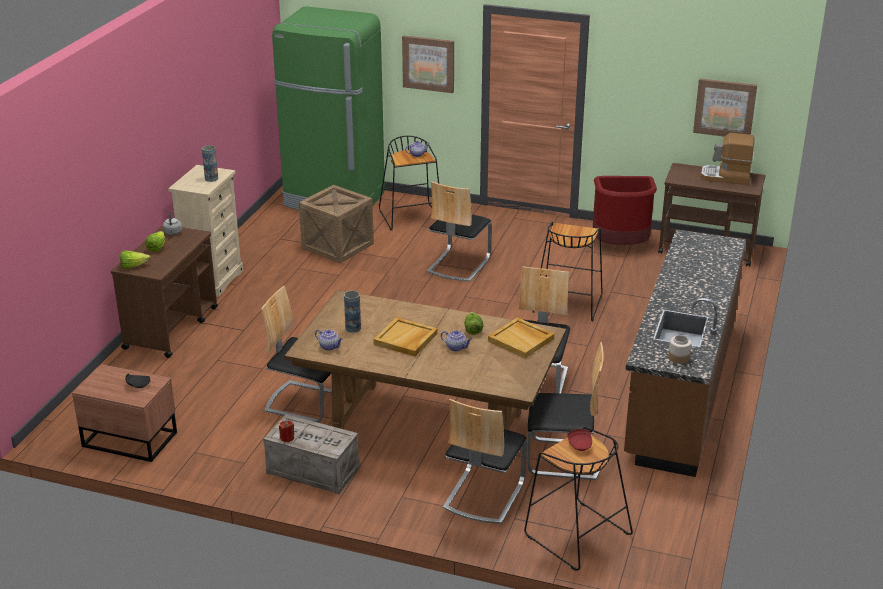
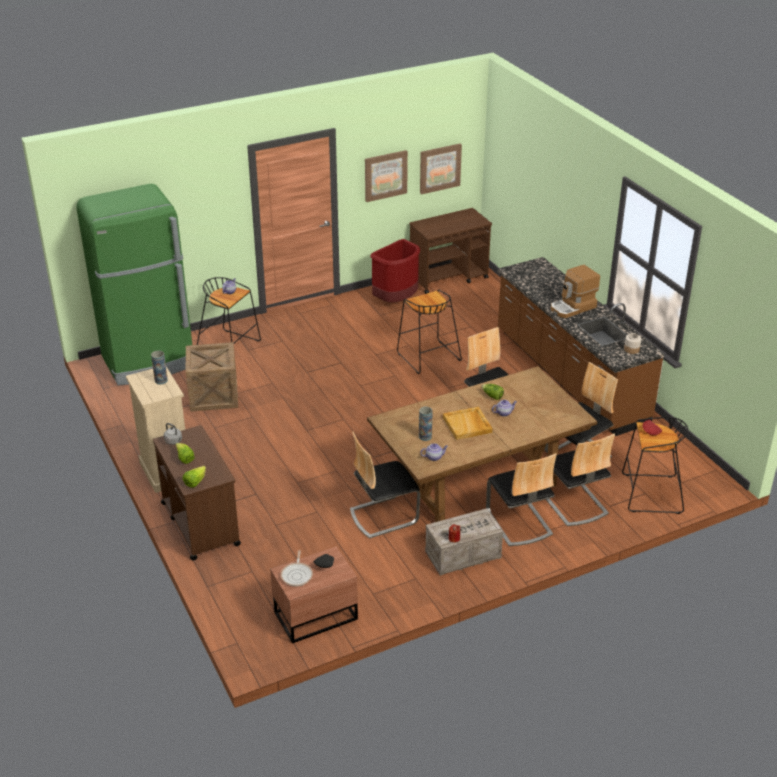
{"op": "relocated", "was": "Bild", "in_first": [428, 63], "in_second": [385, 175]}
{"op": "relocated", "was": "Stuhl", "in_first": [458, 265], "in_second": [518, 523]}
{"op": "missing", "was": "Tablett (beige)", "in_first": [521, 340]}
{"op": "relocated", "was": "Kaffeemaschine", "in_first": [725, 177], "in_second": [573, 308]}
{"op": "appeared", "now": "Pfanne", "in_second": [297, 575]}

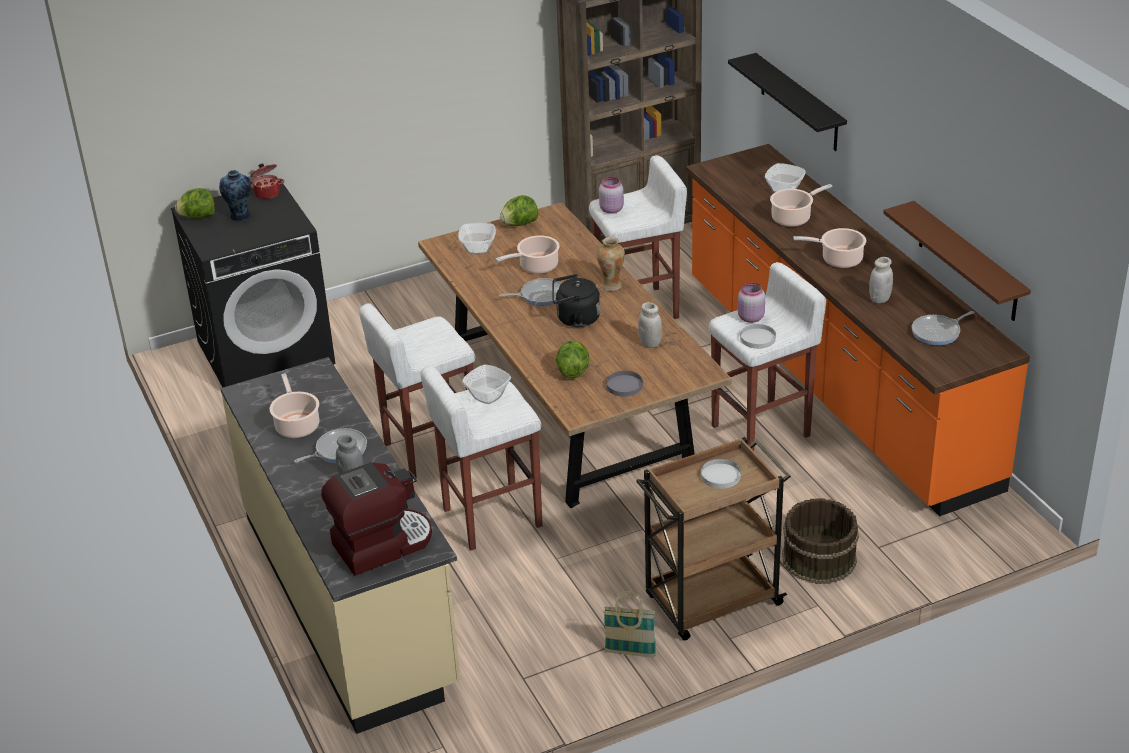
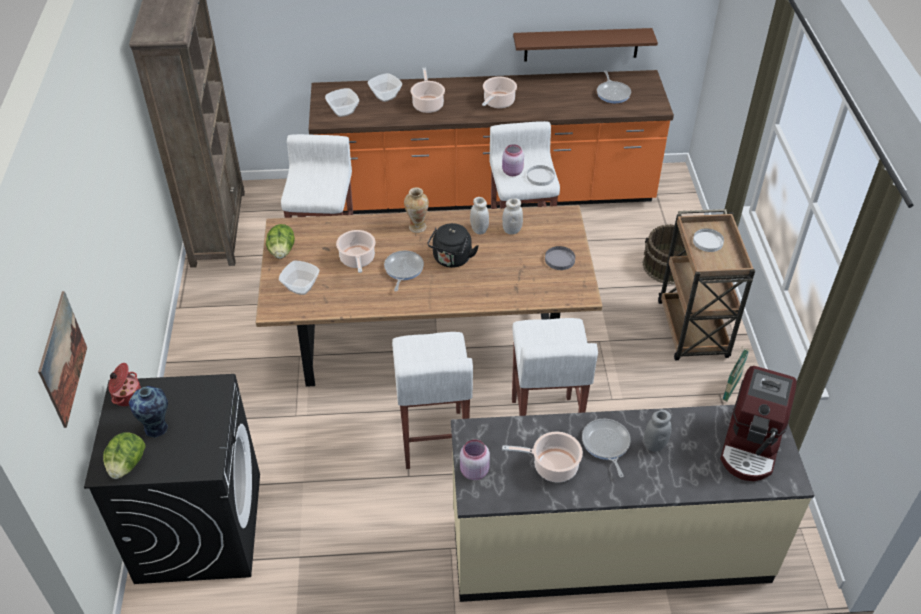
{"op": "spun", "was": "Kaffeemaschine", "in_first": [382, 544], "in_second": [752, 445], "clockwise": -150}
{"op": "relocated", "was": "Schüssel", "in_first": [488, 396], "in_second": [343, 111]}
{"op": "missing", "was": "Salatkopf", "in_first": [572, 371]}
{"op": "relocated", "was": "Vorratsglas (rosa)", "in_first": [611, 209], "in_second": [473, 471]}
{"op": "missing", "was": "Wandregal (schwarz)", "in_first": [799, 103]}
{"op": "relocated", "was": "Vorratsglas (weiß)", "in_first": [879, 299], "in_second": [479, 230]}
{"op": "appeared", "now": "Bild", "in_second": [63, 359]}

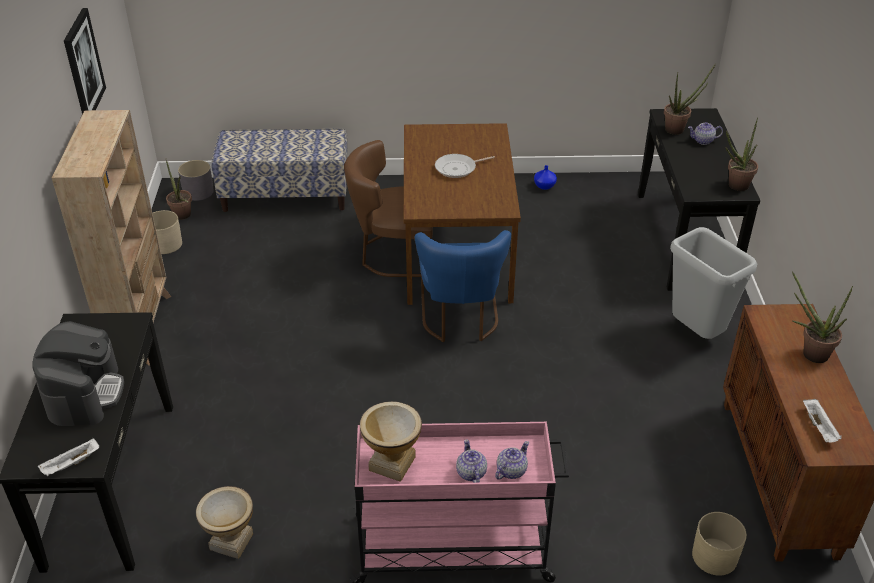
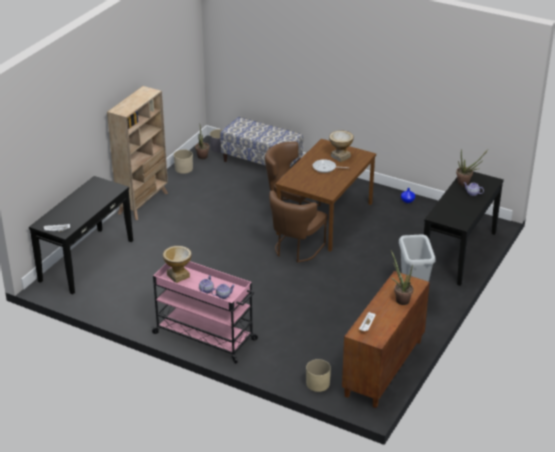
{"op": "missing", "was": "Kaffeemaschine", "in_first": [84, 393]}
{"op": "missing", "was": "Bild", "in_first": [83, 65]}
{"op": "relocated", "was": "Vase", "in_first": [231, 542], "in_second": [340, 157]}
{"op": "colour", "was": "Stuhl (blau)", "now": "Stuhl (braun)", "in_first": [460, 320], "in_second": [296, 250]}
{"op": "missing", "was": "Topfpflanze", "in_first": [735, 187]}

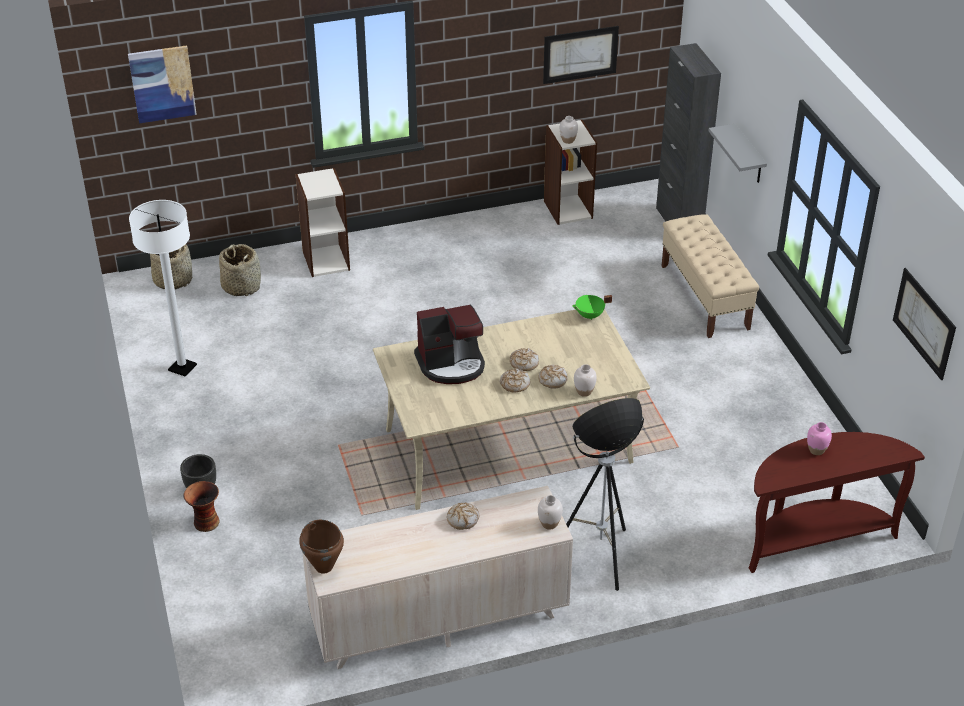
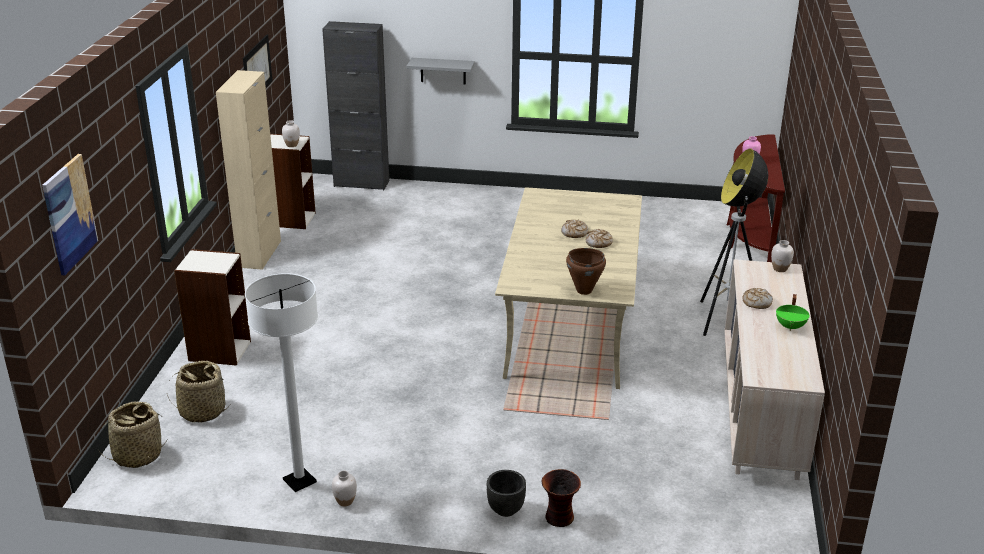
{"op": "relocated", "was": "Kochtopf (braun)", "in_first": [324, 566], "in_second": [583, 290]}
{"op": "missing", "was": "Kaffeemaschine", "in_first": [451, 364]}
{"op": "missing", "was": "Brot", "in_first": [552, 380]}
{"op": "relocated", "was": "Kochtopf (grün)", "in_first": [590, 316], "in_second": [791, 326]}
{"op": "relocated", "was": "Vase (weiß)", "in_first": [584, 392], "in_second": [345, 501]}
{"op": "missing", "was": "Bank (beige)", "in_first": [705, 297]}
{"op": "missing", "was": "Bild", "in_first": [924, 323]}
{"op": "appeared", "now": "Schrank (beige)", "in_second": [259, 254]}

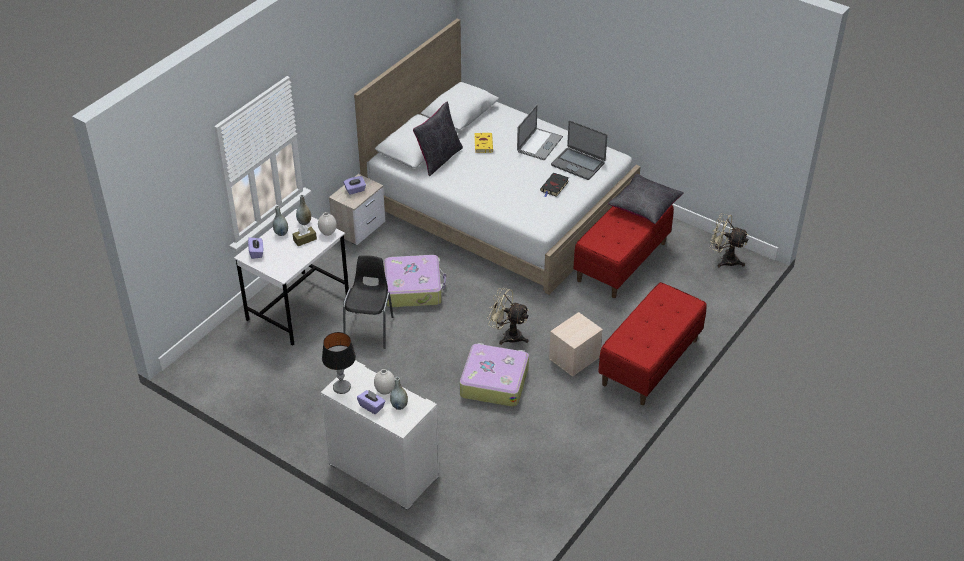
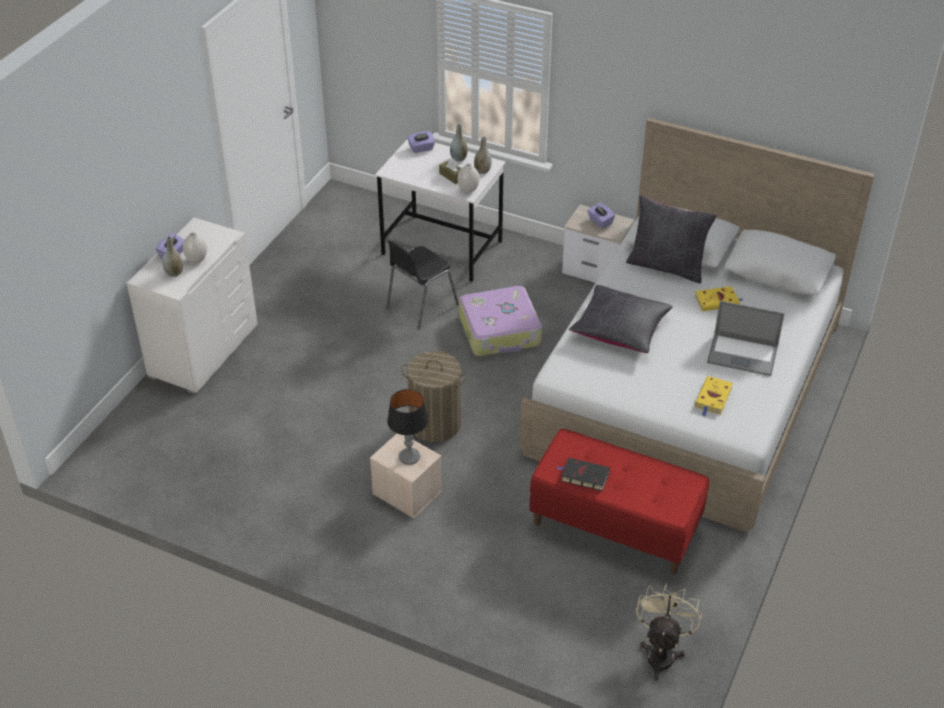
{"op": "relocated", "was": "Tischlampe", "in_first": [341, 387], "in_second": [409, 457]}
{"op": "spun", "was": "Stuhl (schwarz)", "in_first": [370, 329], "in_second": [420, 307], "clockwise": 135}
{"op": "missing", "was": "Koffer", "in_first": [494, 381]}
{"op": "exchanged", "was": "Ventilator (beige)", "now": "Wäschekorb", "in_first": [507, 335], "in_second": [435, 424]}
{"op": "relocated", "was": "Buch (schwarz)", "in_first": [554, 187], "in_second": [583, 476]}
{"op": "exchanged", "was": "Laptop", "now": "Buch (gelb)", "in_first": [578, 164], "in_second": [713, 398]}
{"op": "missing", "was": "Bank (rot)", "in_first": [650, 362]}
{"op": "relocated", "was": "Kissen (schwarz)", "in_first": [645, 206], "in_second": [620, 329]}

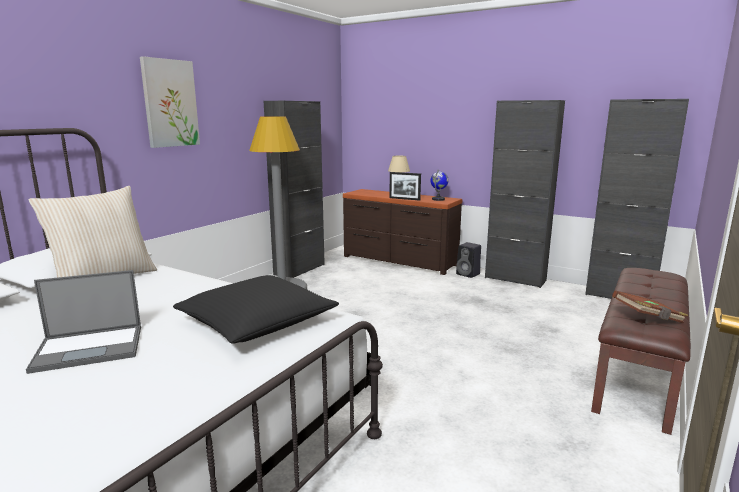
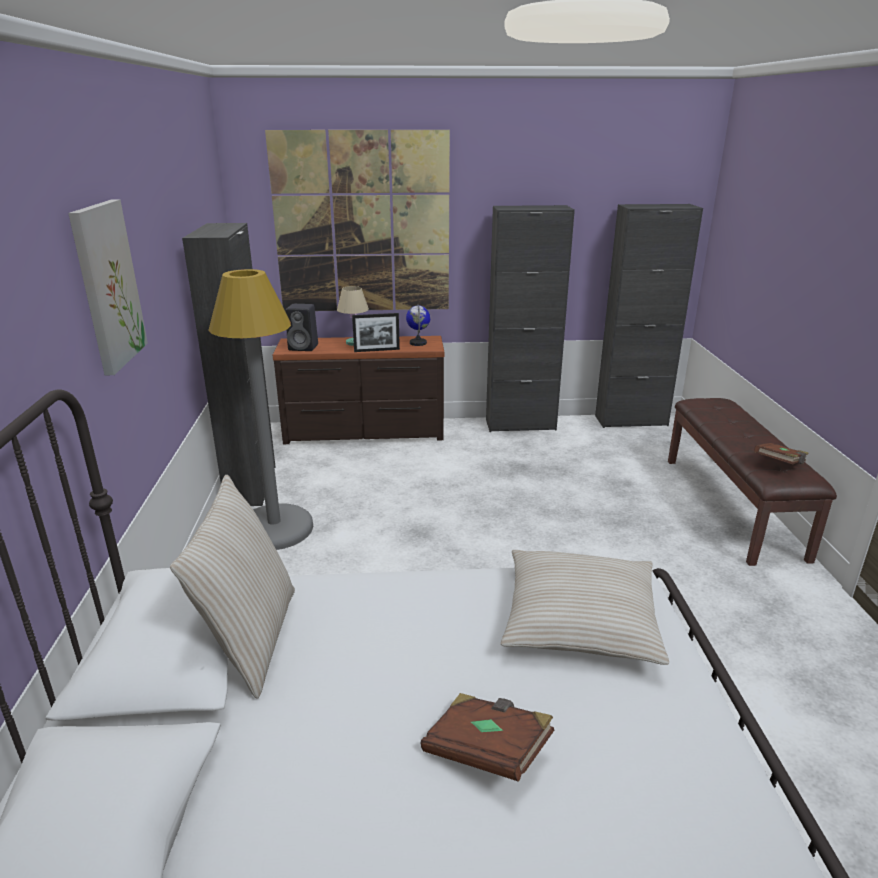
{"op": "exchanged", "was": "Laptop", "now": "Buch (braun)", "in_first": [91, 348], "in_second": [487, 751]}
{"op": "colour", "was": "Kissen (schwarz)", "now": "Kissen (beige)", "in_first": [256, 322], "in_second": [580, 620]}
{"op": "relocated", "was": "Lautsprecher (schwarz)", "in_first": [468, 274], "in_second": [304, 347]}
{"op": "appeared", "now": "Bild", "in_second": [362, 224]}

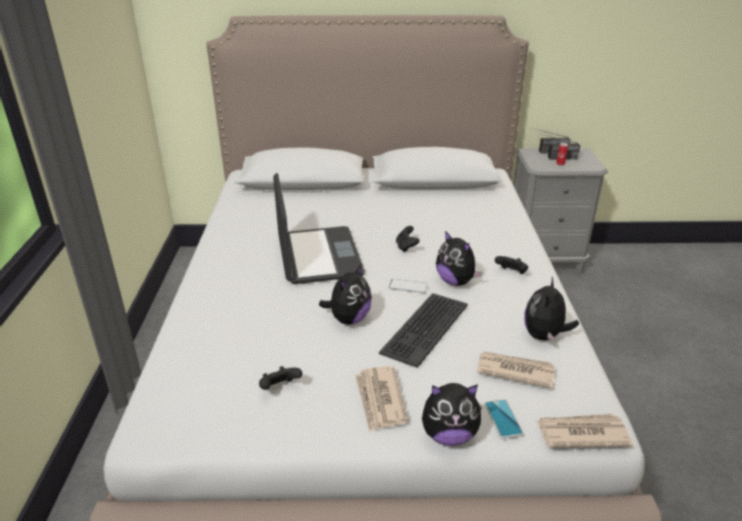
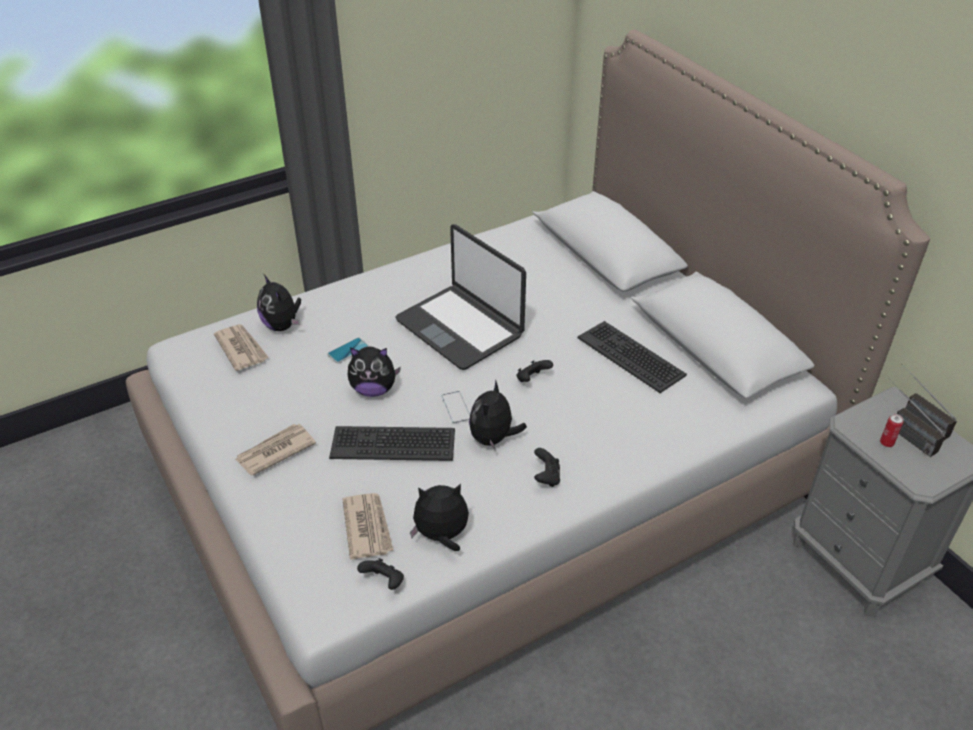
{"op": "relocated", "was": "Gamepad (schwarz)", "in_first": [280, 388], "in_second": [384, 582]}
{"op": "spun", "was": "Laptop", "in_first": [318, 256], "in_second": [460, 327], "clockwise": 90}
{"op": "relocated", "was": "Plüschtier", "in_first": [449, 435], "in_second": [282, 325]}
{"op": "relocated", "was": "Handy", "in_first": [503, 419], "in_second": [348, 351]}
{"op": "relocated", "was": "Zeitung", "in_first": [581, 433], "in_second": [241, 348]}
{"op": "appeared", "now": "Tastatur", "in_second": [631, 356]}

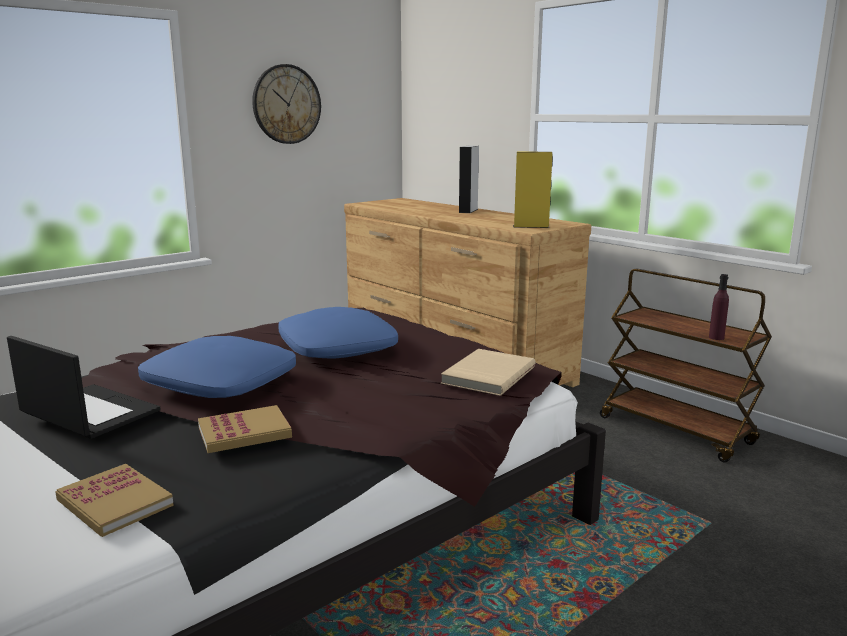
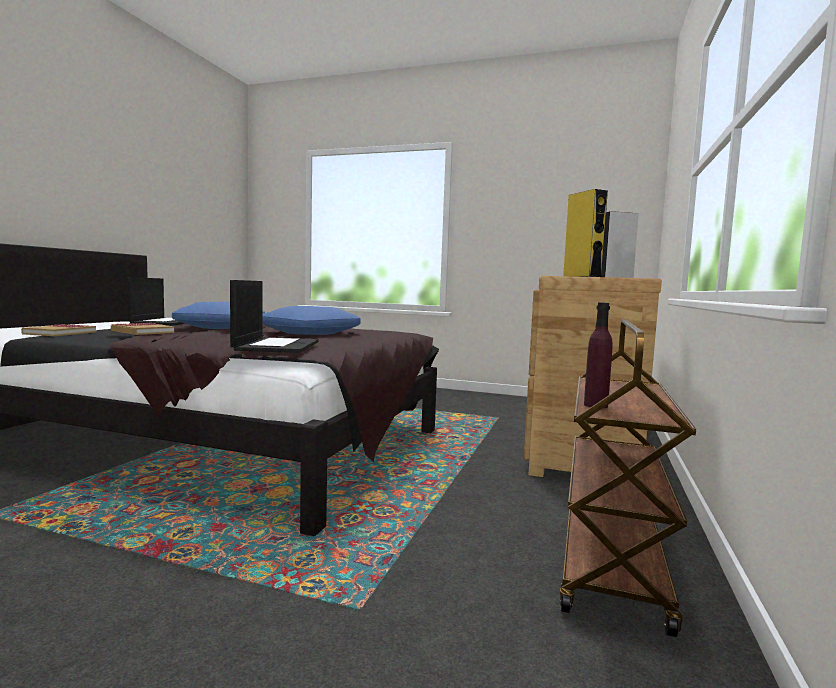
{"op": "missing", "was": "Wanduhr", "in_first": [286, 104]}
{"op": "exchanged", "was": "Buch (beige)", "now": "Laptop", "in_first": [487, 375], "in_second": [277, 346]}

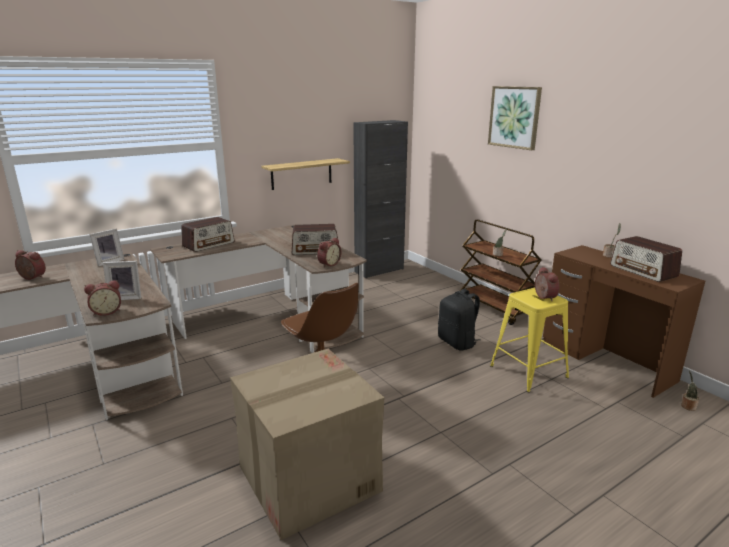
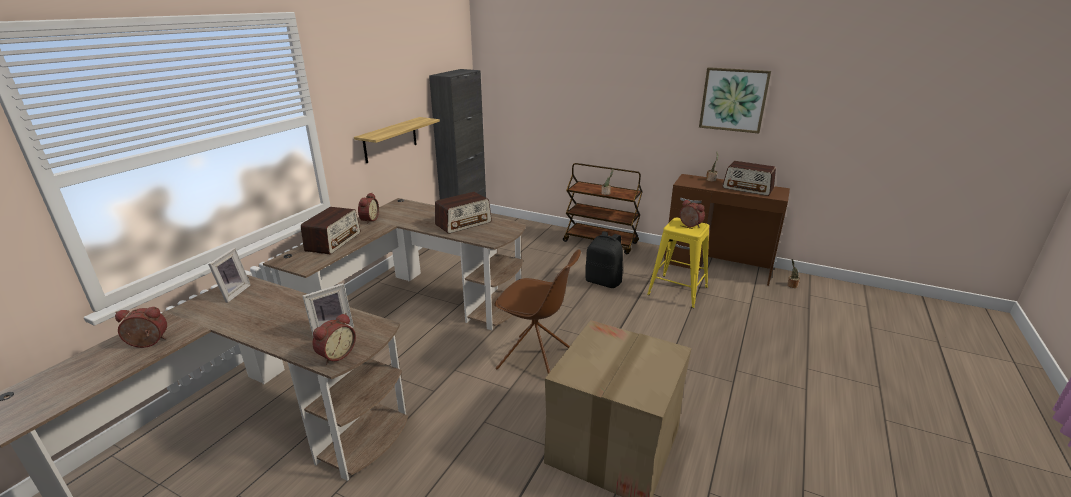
{"op": "relocated", "was": "Wecker", "in_first": [328, 264], "in_second": [368, 220]}
{"op": "relocated", "was": "Bild", "in_first": [514, 117], "in_second": [733, 100]}

